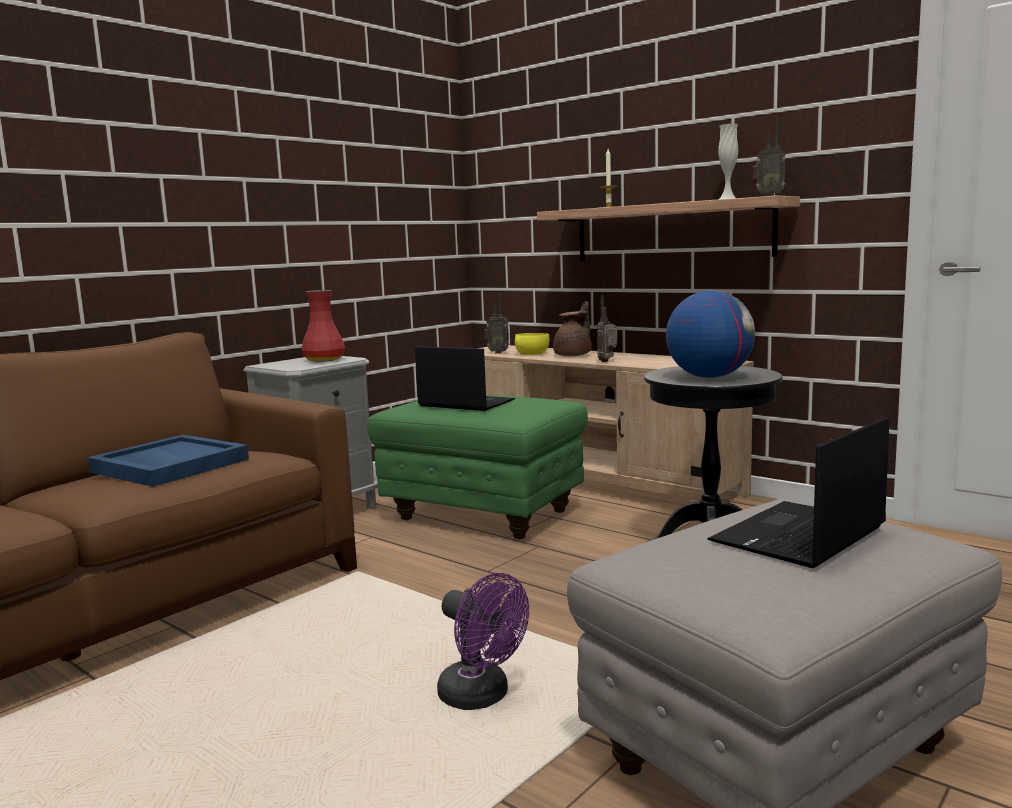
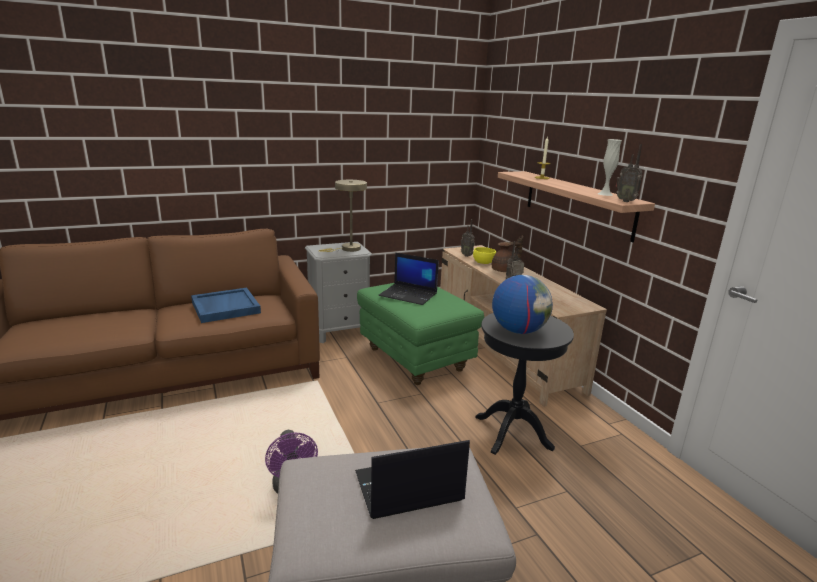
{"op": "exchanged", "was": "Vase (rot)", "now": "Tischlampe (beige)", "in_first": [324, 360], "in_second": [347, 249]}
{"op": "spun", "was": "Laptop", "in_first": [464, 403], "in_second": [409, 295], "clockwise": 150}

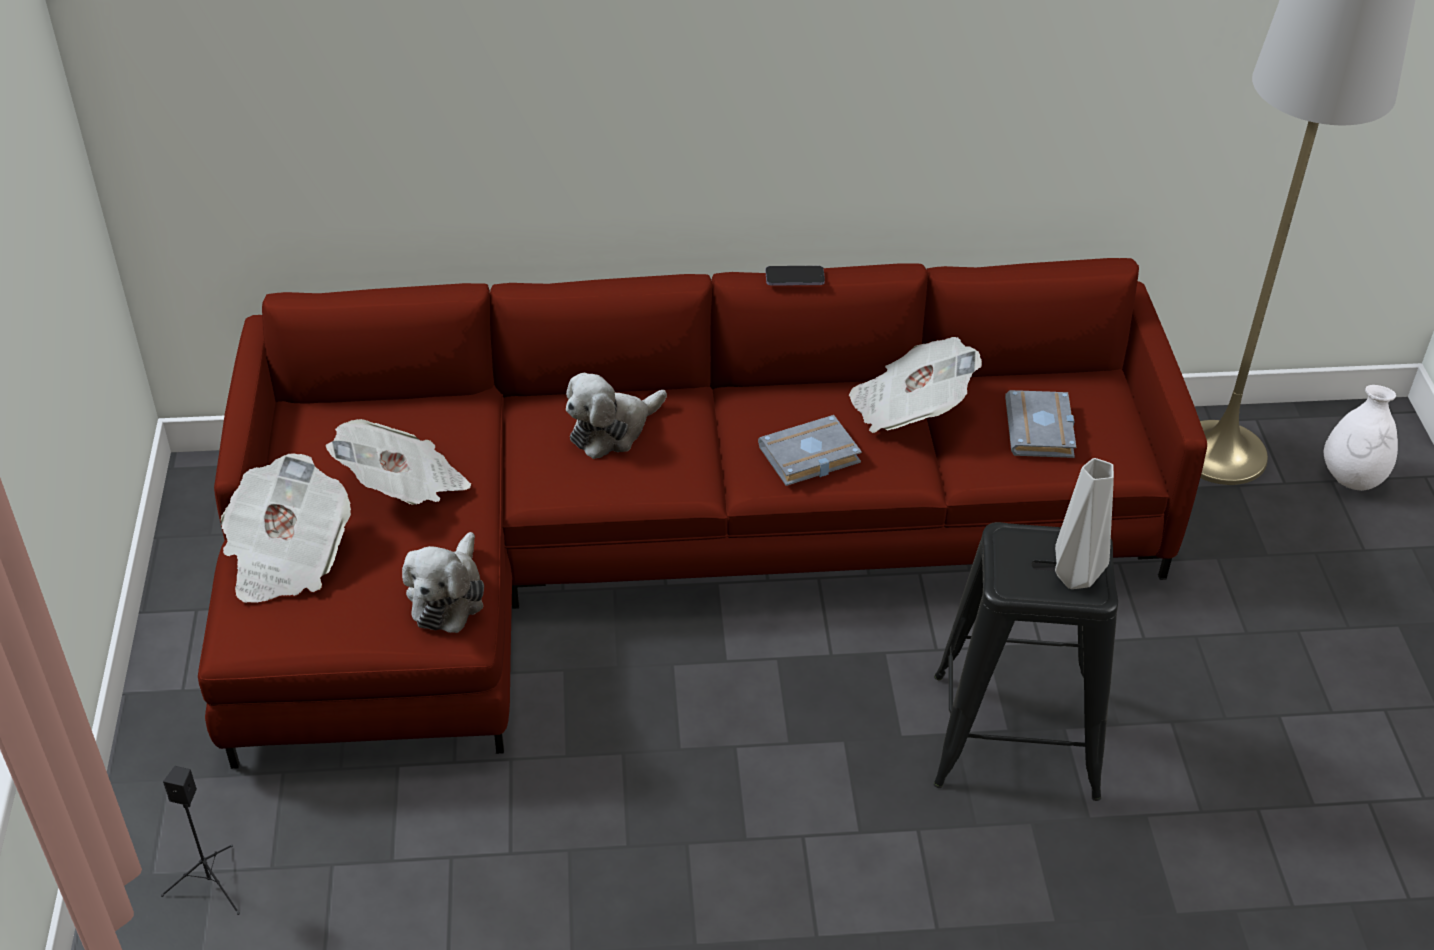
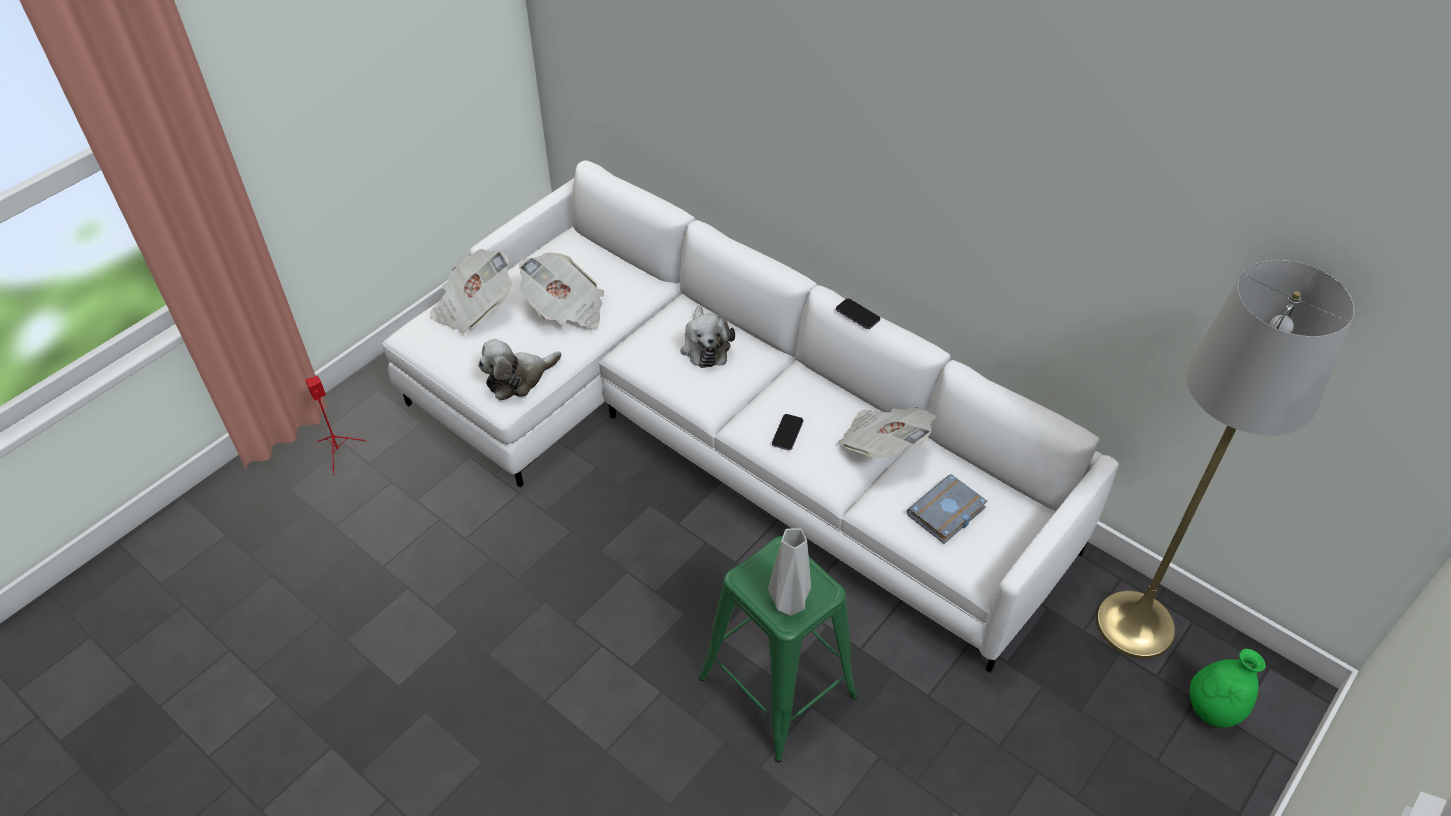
{"op": "colour", "was": "Lautsprecher (schwarz)", "now": "Lautsprecher (rot)", "in_first": [212, 885], "in_second": [339, 452]}
{"op": "colour", "was": "Sofa (rot)", "now": "Sofa (weiß)", "in_first": [661, 547], "in_second": [721, 437]}
{"op": "spun", "was": "Plüschtier", "in_first": [612, 430], "in_second": [705, 346], "clockwise": -105}
{"op": "exchanged", "was": "Buch (grau)", "now": "Handy", "in_first": [809, 458], "in_second": [787, 433]}
{"op": "colour", "was": "Hocker (schwarz)", "now": "Hocker (grün)", "in_first": [1013, 735], "in_second": [777, 686]}
{"op": "colour", "was": "Vase (weiß)", "now": "Vase (grün)", "in_first": [1351, 478], "in_second": [1212, 709]}

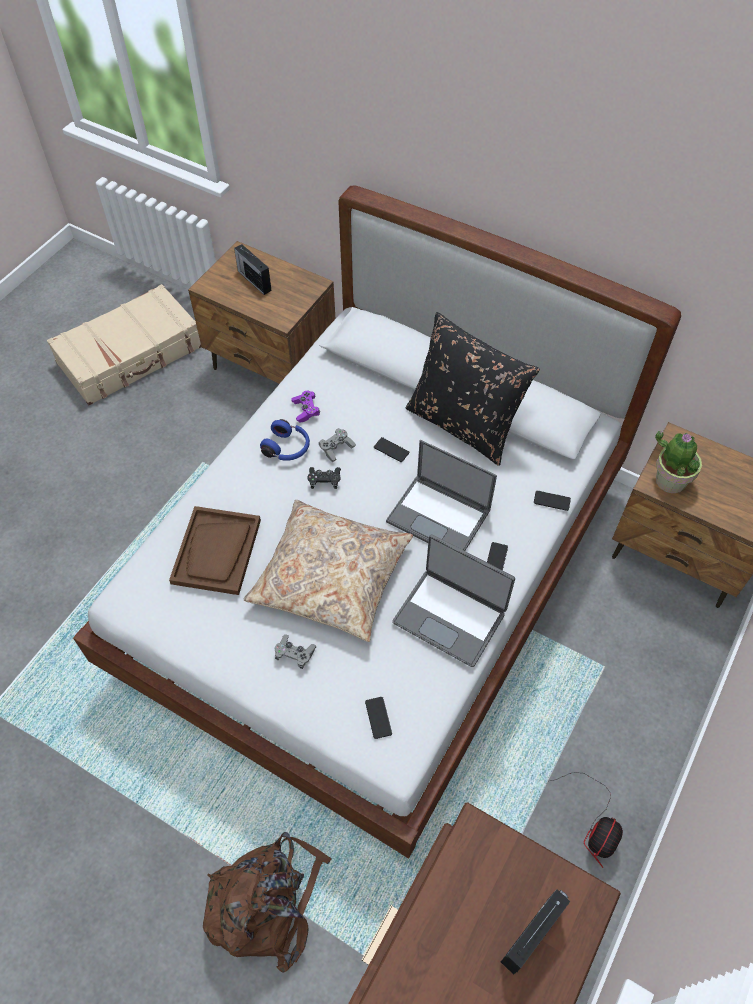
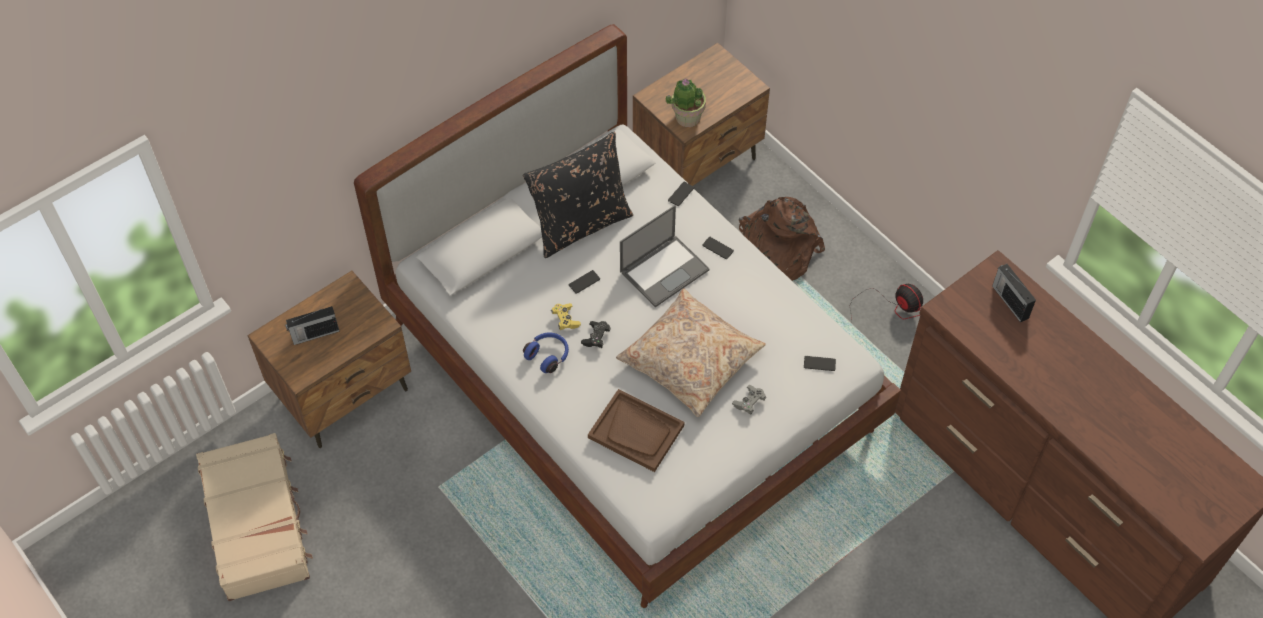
{"op": "relocated", "was": "Rucksack (braun)", "in_first": [267, 902], "in_second": [776, 250]}
{"op": "missing", "was": "Gamepad (lila)", "in_first": [306, 410]}
{"op": "colour", "was": "Gamepad (grau)", "now": "Gamepad (gelb)", "in_first": [336, 448], "in_second": [565, 320]}
{"op": "missing", "was": "Laptop", "in_first": [450, 616]}

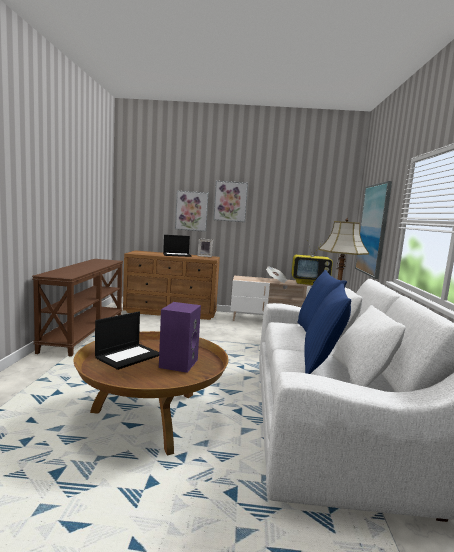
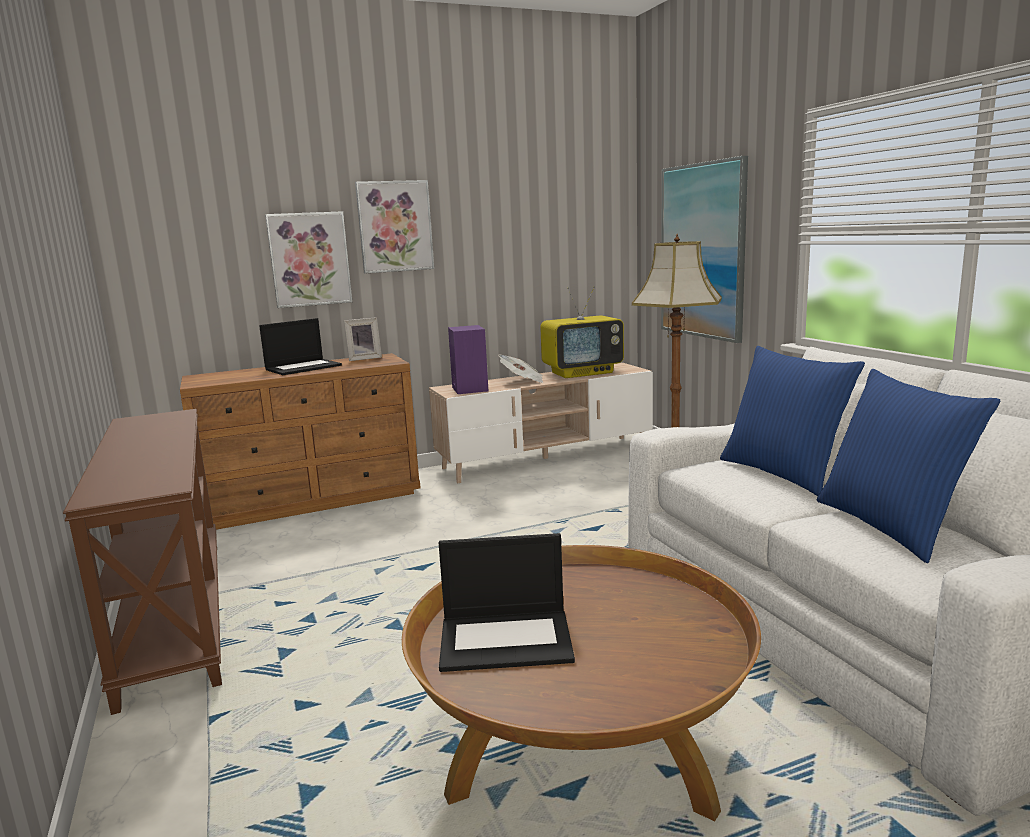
{"op": "spun", "was": "Laptop", "in_first": [128, 356], "in_second": [507, 639], "clockwise": 75}
{"op": "relocated", "was": "Lautsprecher (lila)", "in_first": [178, 363], "in_second": [468, 389]}

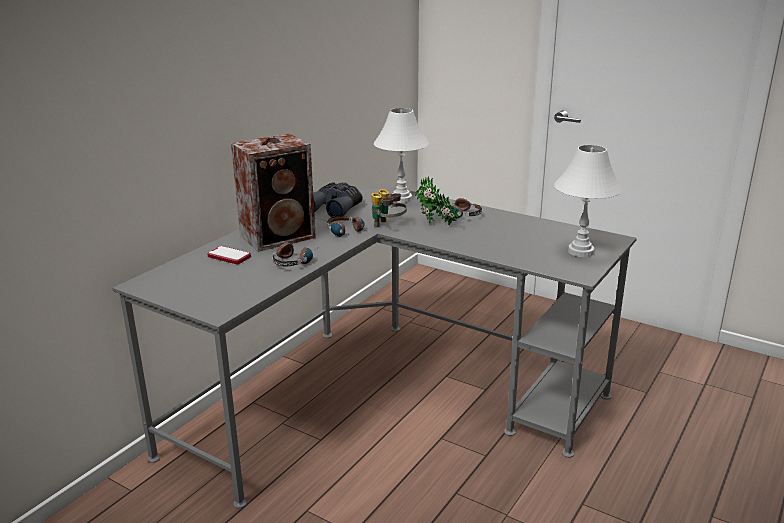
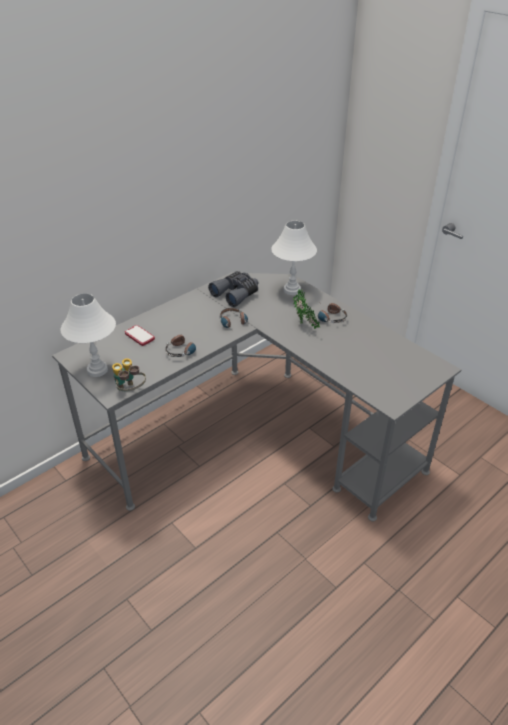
{"op": "missing", "was": "Lautsprecher", "in_first": [280, 236]}
{"op": "relocated", "was": "Fernglas", "in_first": [388, 226], "in_second": [130, 391]}
{"op": "relocated", "was": "Tischlampe (weiß)", "in_first": [580, 252], "in_second": [97, 370]}

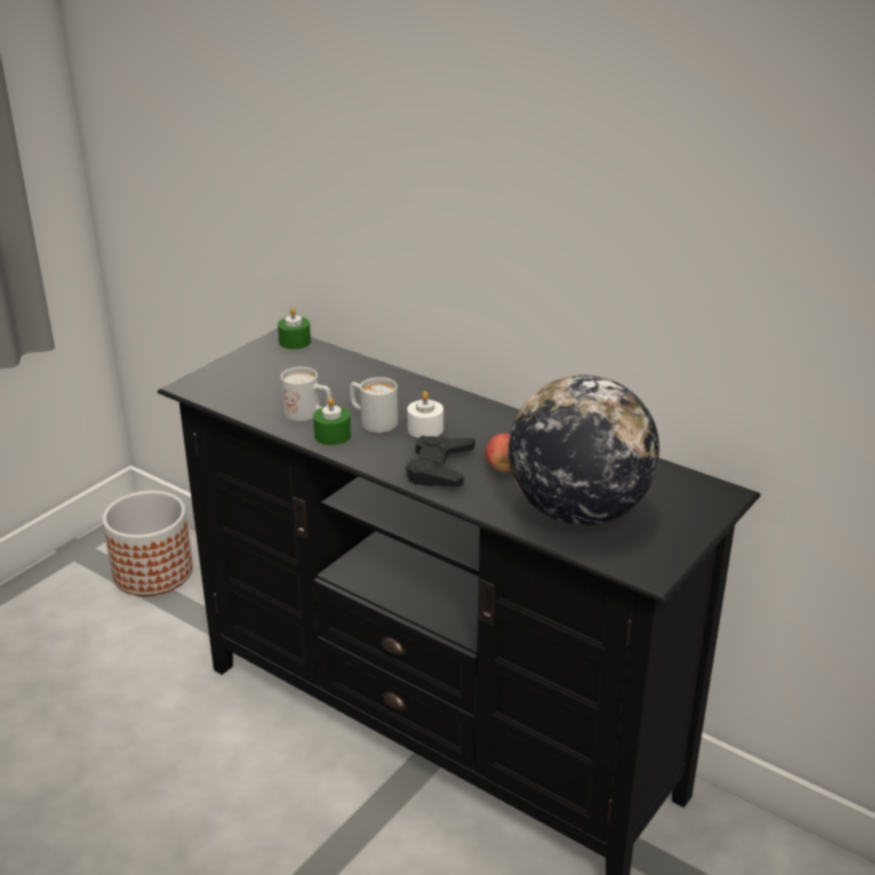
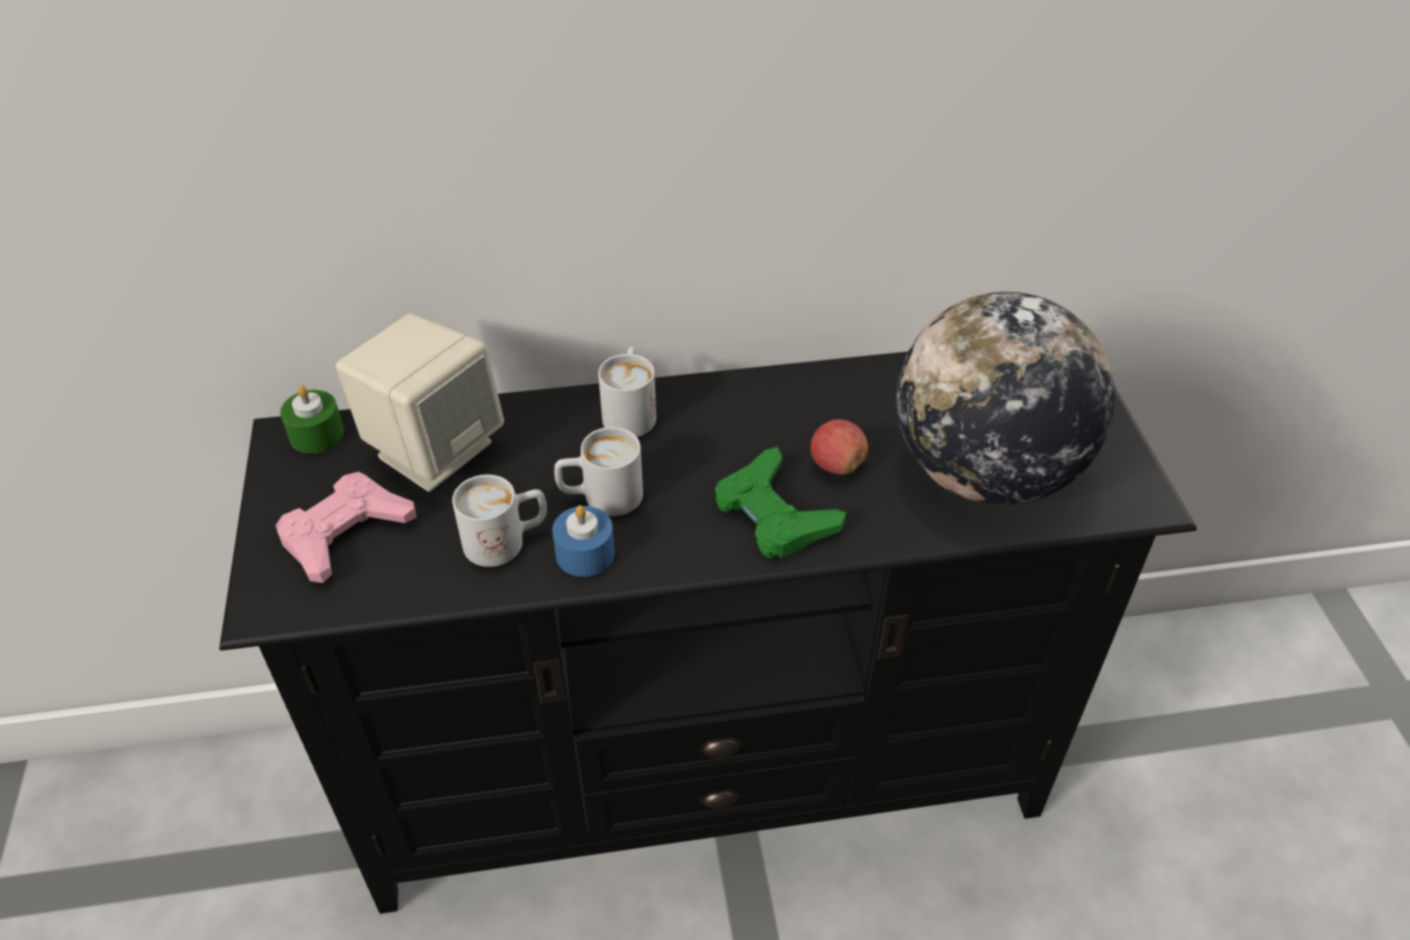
{"op": "missing", "was": "Pflanzkübel", "in_first": [153, 572]}
{"op": "colour", "was": "Kerze (grün)", "now": "Kerze (blau)", "in_first": [332, 435], "in_second": [585, 553]}
{"op": "colour", "was": "Gamepad (schwarz)", "now": "Gamepad (grün)", "in_first": [439, 468], "in_second": [774, 514]}
{"op": "missing", "was": "Kerze (weiß)", "in_first": [425, 429]}
{"op": "appeared", "now": "Gamepad (rosa)", "in_second": [345, 533]}
{"op": "appeared", "now": "Lautsprecher (beige)", "in_second": [434, 449]}
{"op": "appeared", "now": "Henkelbecher (weiß)", "in_second": [630, 410]}

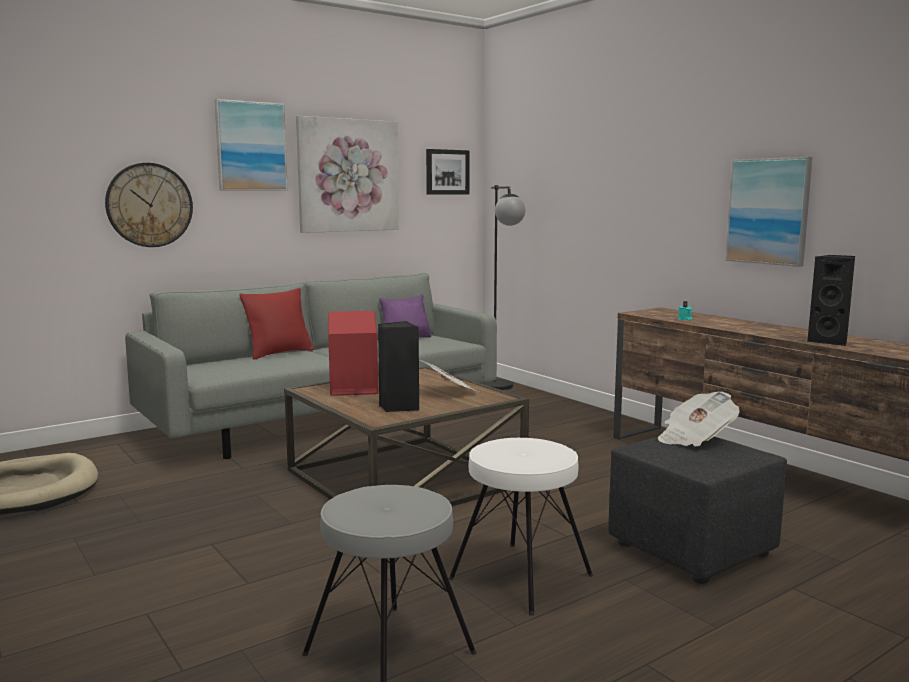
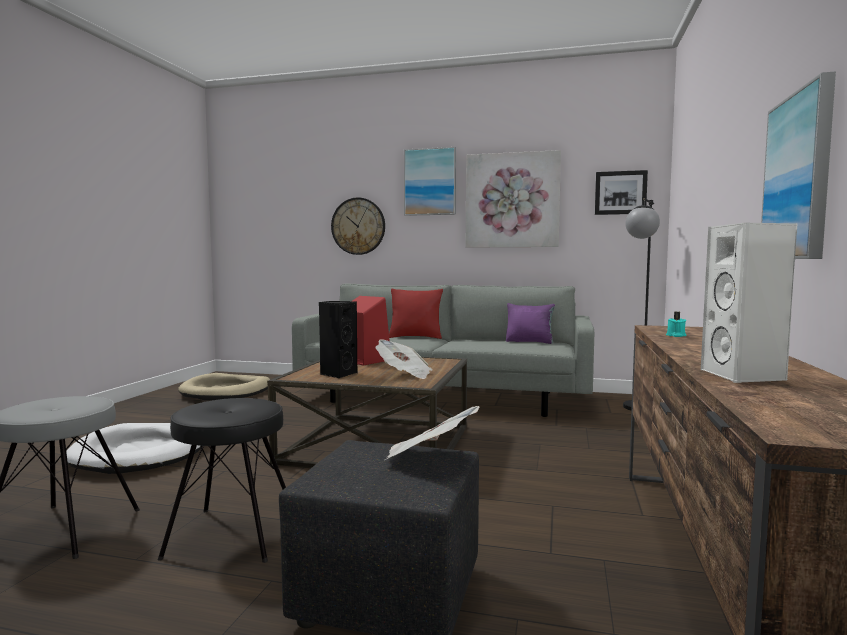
{"op": "colour", "was": "Hocker (weiß)", "now": "Hocker (schwarz)", "in_first": [521, 577], "in_second": [231, 534]}
{"op": "colour", "was": "Lautsprecher (schwarz)", "now": "Lautsprecher (weiß)", "in_first": [830, 341], "in_second": [744, 376]}
{"op": "appeared", "now": "Hundebett (weiß)", "in_second": [142, 453]}

